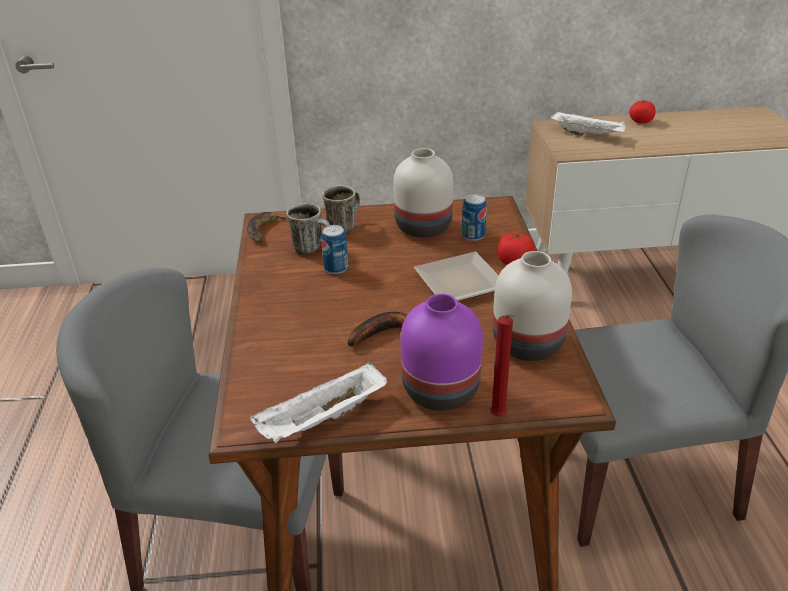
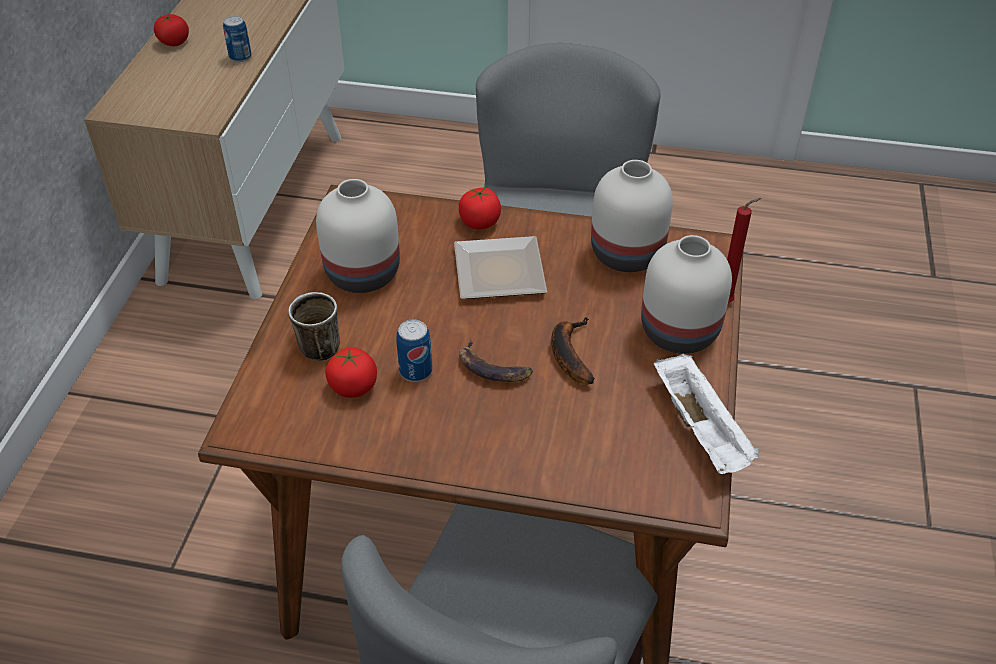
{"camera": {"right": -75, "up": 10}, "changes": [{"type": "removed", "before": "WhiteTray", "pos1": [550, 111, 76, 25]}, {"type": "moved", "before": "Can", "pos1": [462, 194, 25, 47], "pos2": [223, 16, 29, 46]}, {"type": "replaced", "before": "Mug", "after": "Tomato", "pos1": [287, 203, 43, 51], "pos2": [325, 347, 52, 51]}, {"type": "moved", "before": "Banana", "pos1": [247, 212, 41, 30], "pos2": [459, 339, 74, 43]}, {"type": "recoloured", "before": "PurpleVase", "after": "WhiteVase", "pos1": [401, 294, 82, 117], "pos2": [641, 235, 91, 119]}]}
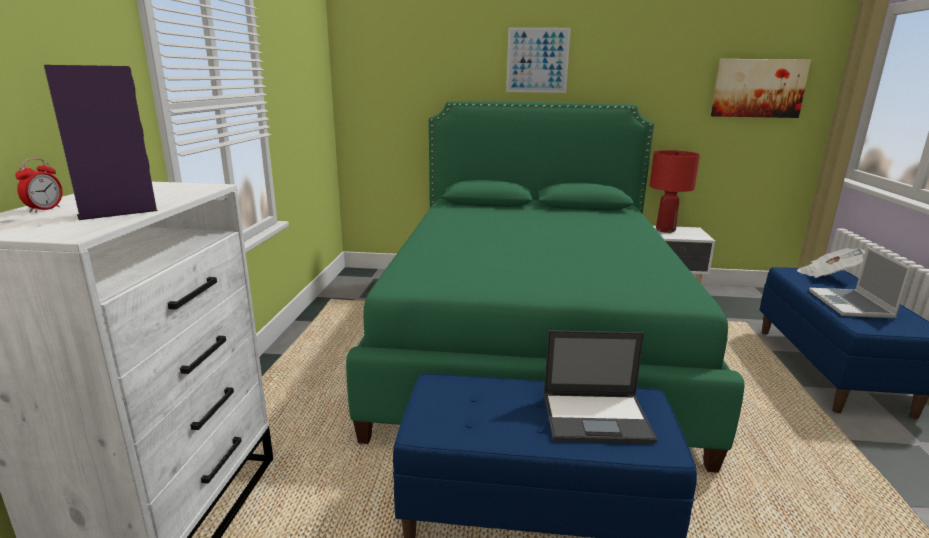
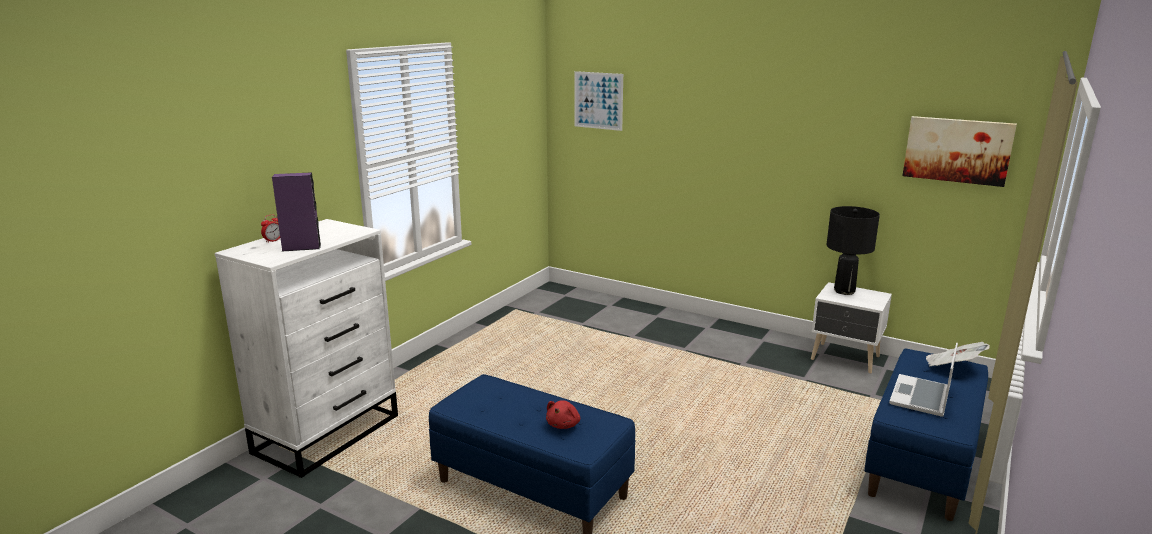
{"camera": {"right": 25, "up": 0}, "changes": [{"type": "moved", "before": "Picture", "pos1": [506, 27, 65, 66], "pos2": [575, 71, 48, 60]}, {"type": "removed", "before": "GreenBed", "pos1": [346, 101, 399, 372]}, {"type": "recoloured", "before": "RedTableLamp", "after": "BlackTableLamp", "pos1": [650, 150, 50, 83], "pos2": [826, 206, 54, 89]}, {"type": "replaced", "before": "Laptop", "after": "RedPlushToy", "pos1": [544, 330, 113, 114], "pos2": [546, 400, 34, 29]}]}
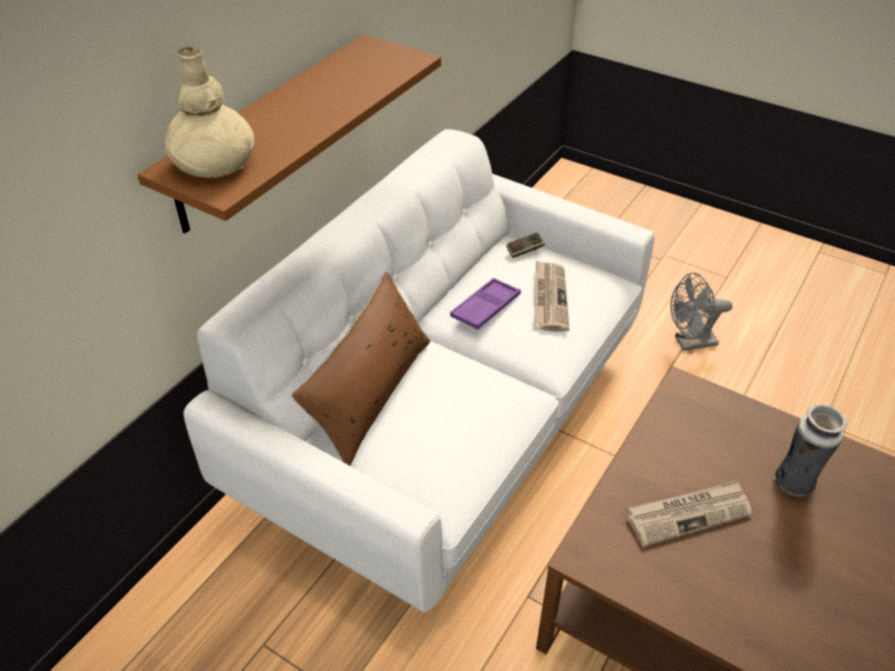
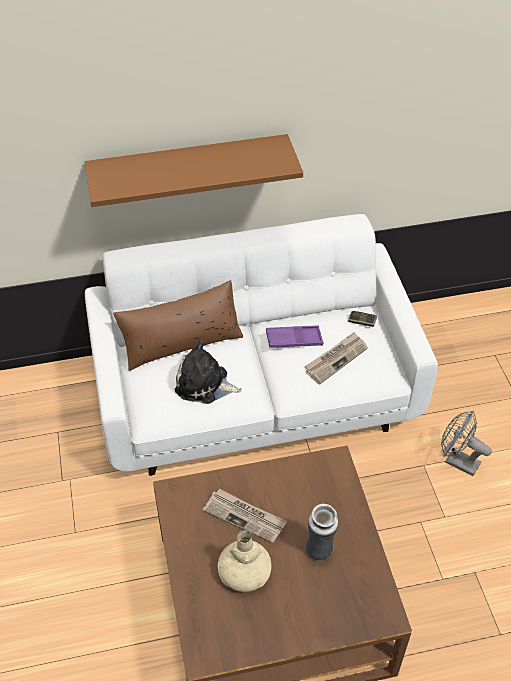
{"camera": {"right": 45, "up": 5}, "changes": [{"type": "moved", "before": "BeigeVase", "pos1": [164, 46, 90, 132], "pos2": [218, 530, 53, 62]}, {"type": "added", "after": "PlushToy", "pos2": [175, 340, 67, 64]}]}
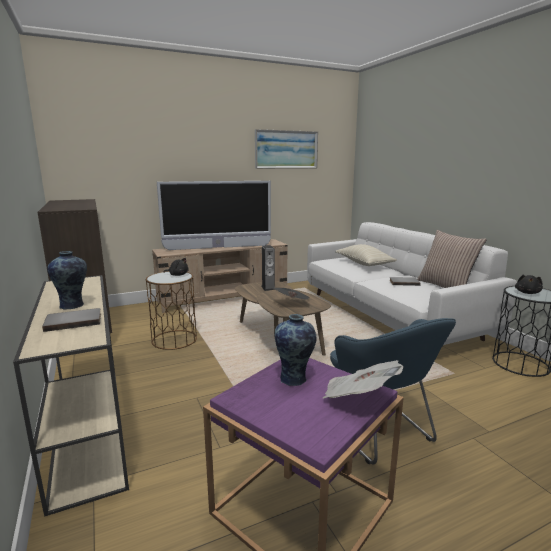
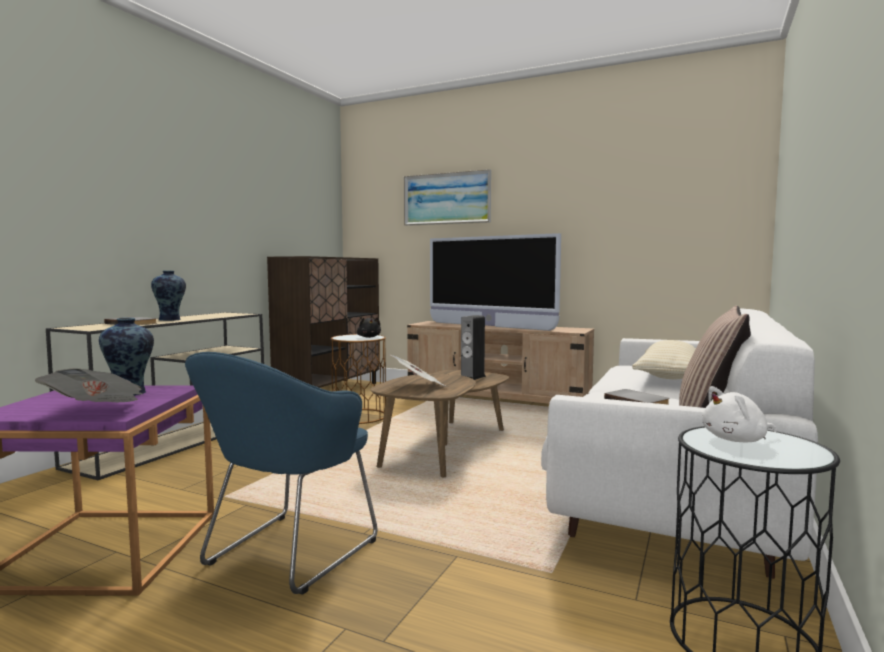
{"camera": {"right": 50, "up": -10}, "changes": [{"type": "moved", "before": "Picture", "pos1": [255, 129, 63, 40], "pos2": [404, 169, 87, 57]}, {"type": "recoloured", "before": "BlackPlushToy", "after": "WhitePlushToy", "pos1": [515, 274, 28, 20], "pos2": [702, 386, 75, 57]}]}
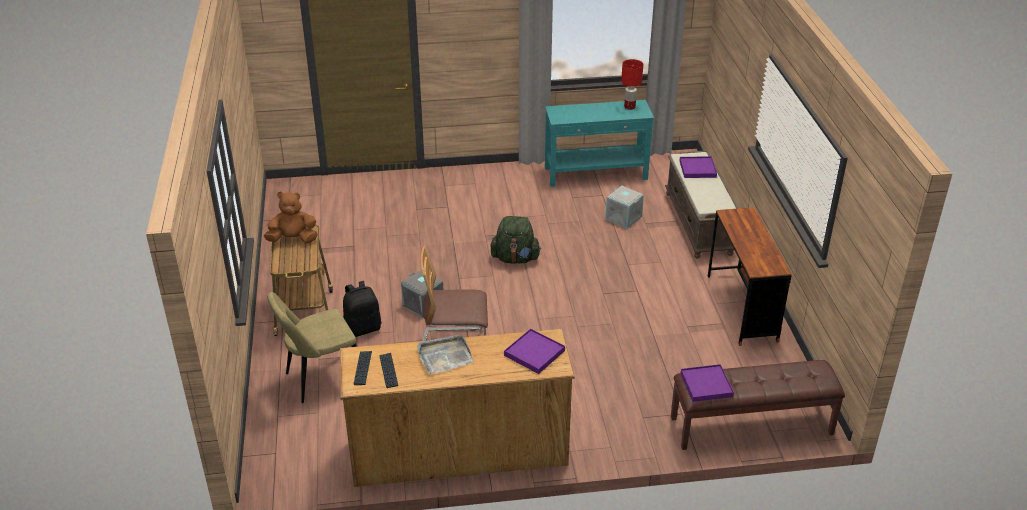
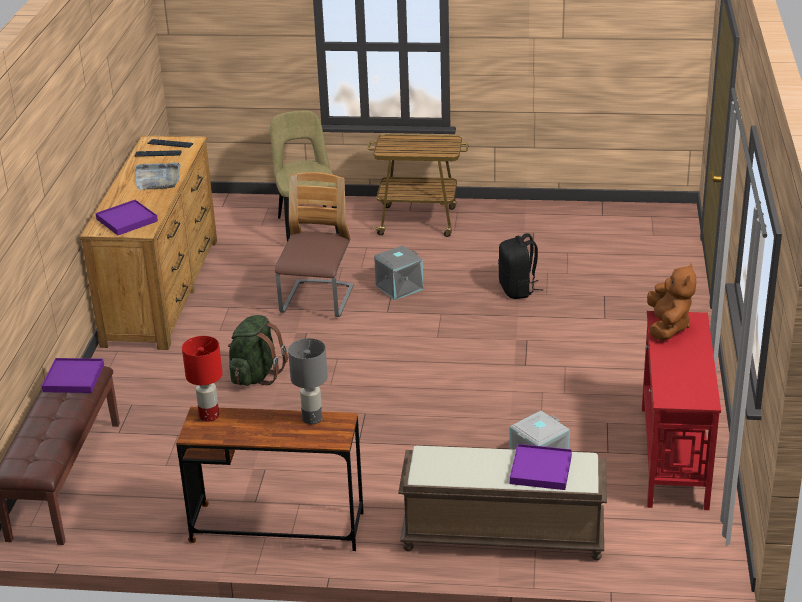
{"camera": {"right": 105, "up": -5}, "changes": [{"type": "moved", "before": "RedTableLamp", "pos1": [621, 59, 22, 51], "pos2": [182, 336, 41, 86]}, {"type": "recoloured", "before": "TurquoiseConsoleTable", "after": "RedConsoleTable", "pos1": [545, 100, 109, 87], "pos2": [642, 311, 79, 199]}, {"type": "moved", "before": "BrownPlushToy", "pos1": [264, 191, 54, 53], "pos2": [647, 263, 49, 78]}, {"type": "moved", "before": "GreenBackpack", "pos1": [490, 216, 51, 48], "pos2": [228, 315, 60, 71]}, {"type": "moved", "before": "BlackBackpack", "pos1": [343, 281, 38, 56], "pos2": [498, 233, 45, 66]}, {"type": "added", "after": "GreyTableLamp", "pos2": [288, 338, 40, 87]}]}
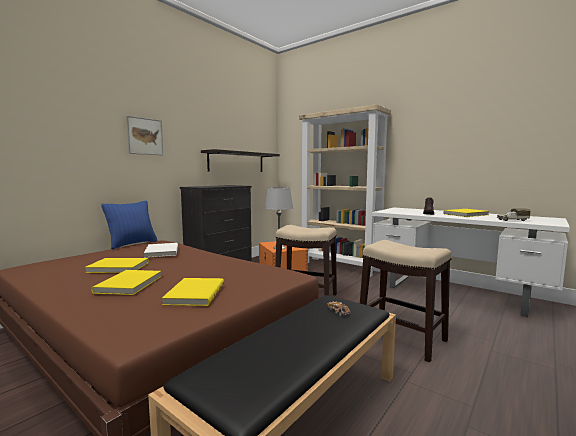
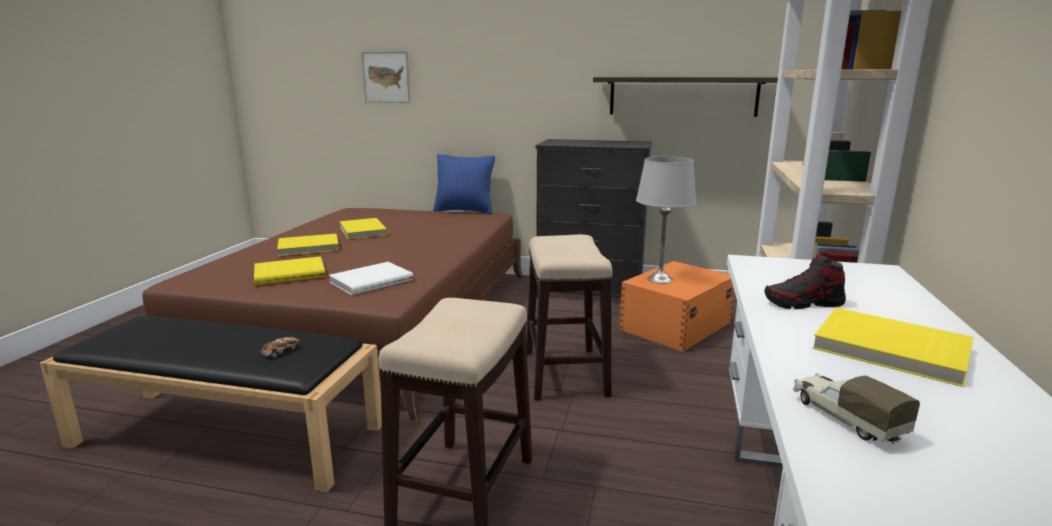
{"camera": {"right": 65, "up": 10}, "changes": [{"type": "moved", "before": "Picture", "pos1": [126, 116, 37, 39], "pos2": [361, 51, 50, 52]}, {"type": "moved", "before": "WhiteBook", "pos1": [144, 243, 34, 15], "pos2": [329, 262, 84, 33]}]}
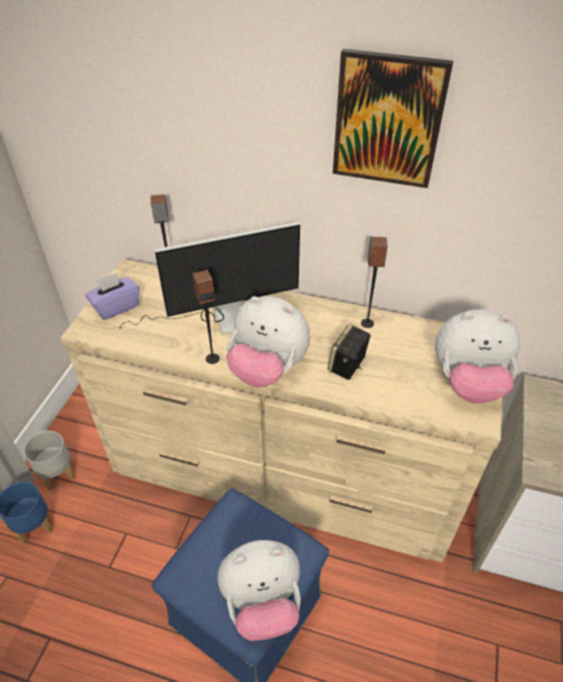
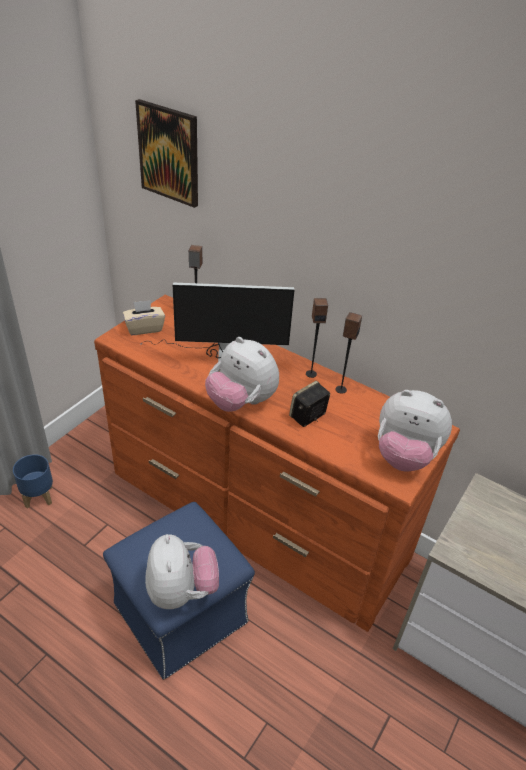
{"camera": {"right": 15, "up": -5}, "changes": [{"type": "moved", "before": "Picture", "pos1": [333, 49, 120, 139], "pos2": [135, 99, 63, 109]}, {"type": "recoloured", "before": "BeigeDresser", "after": "OrangeDresser", "pos1": [61, 259, 442, 303], "pos2": [94, 294, 366, 338]}, {"type": "moved", "before": "Speaker", "pos1": [192, 269, 28, 95], "pos2": [306, 298, 22, 80]}, {"type": "recoloured", "before": "PurpleTissueBox", "after": "BeigeTissueBox", "pos1": [85, 273, 54, 47], "pos2": [123, 300, 42, 35]}, {"type": "removed", "before": "GreyPlanter", "pos1": [24, 431, 52, 60]}, {"type": "turned", "before": "PlushToy", "pos1": [218, 540, 83, 101], "pos2": [145, 534, 74, 75], "turn": -105}]}
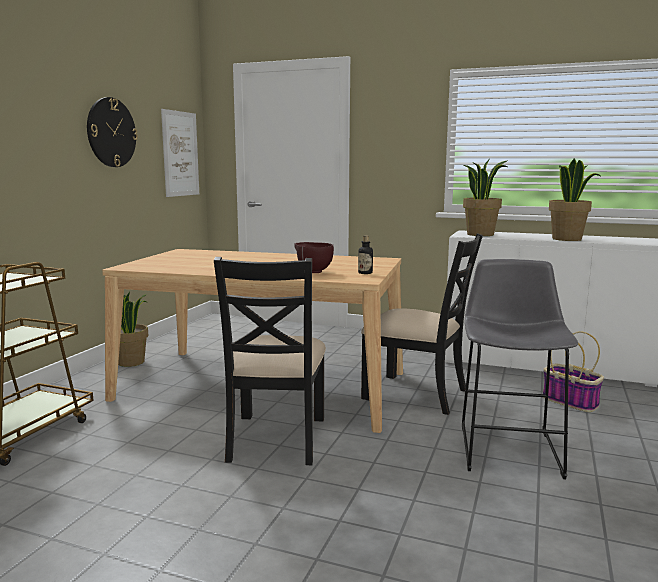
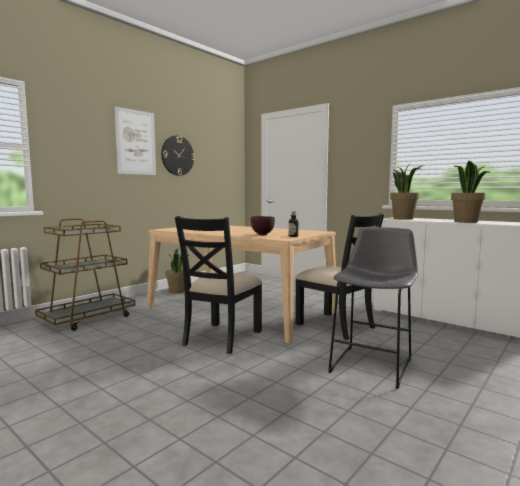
{"camera": {"right": 20, "up": -5}, "changes": [{"type": "moved", "before": "Picture", "pos1": [161, 109, 38, 88], "pos2": [115, 106, 41, 69]}, {"type": "removed", "before": "Basket", "pos1": [543, 331, 61, 81]}]}
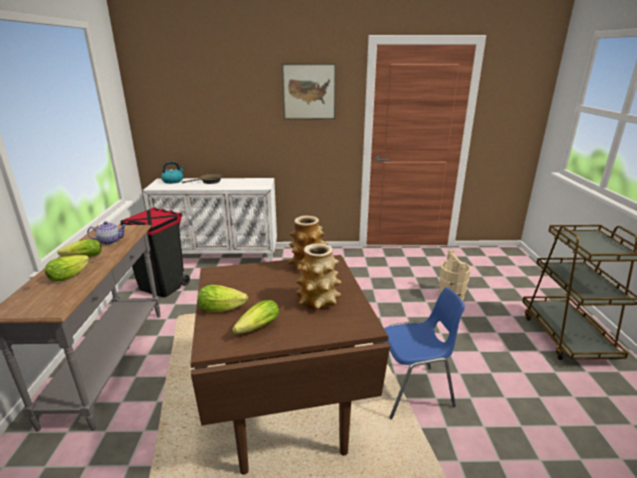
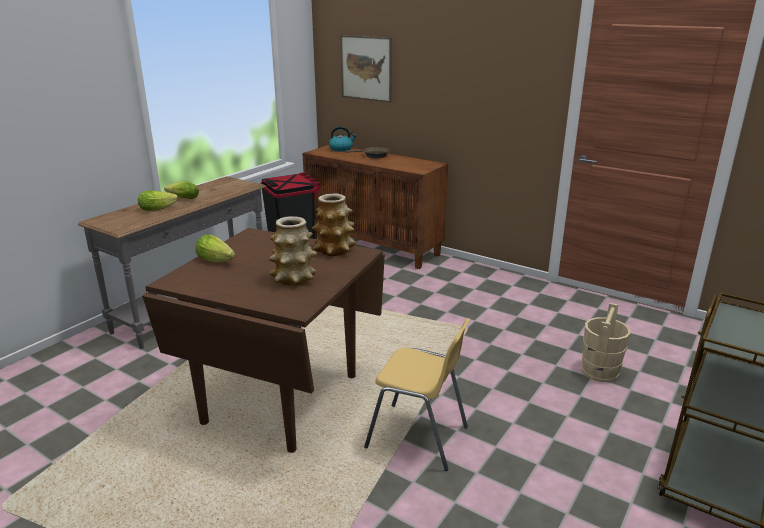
{"camera": {"right": 35, "up": 0}, "changes": [{"type": "moved", "before": "Picture", "pos1": [282, 63, 54, 57], "pos2": [340, 35, 52, 68]}, {"type": "recoloured", "before": "WhiteCabinet", "after": "BrownCabinet", "pos1": [143, 178, 134, 84], "pos2": [302, 145, 146, 124]}, {"type": "removed", "before": "Teapot", "pos1": [87, 221, 39, 24]}, {"type": "recoloured", "before": "BlueChair", "after": "YellowChair", "pos1": [384, 288, 81, 131], "pos2": [364, 318, 107, 153]}, {"type": "removed", "before": "Lettuce", "pos1": [232, 300, 47, 34]}]}
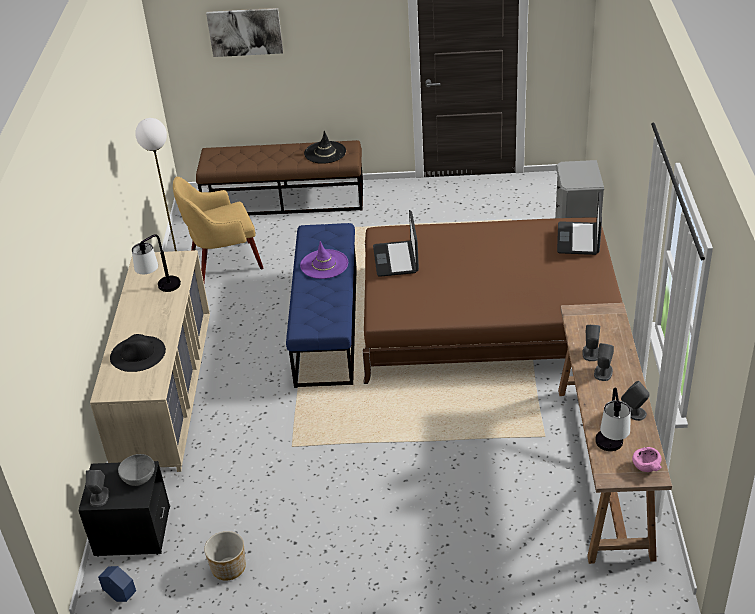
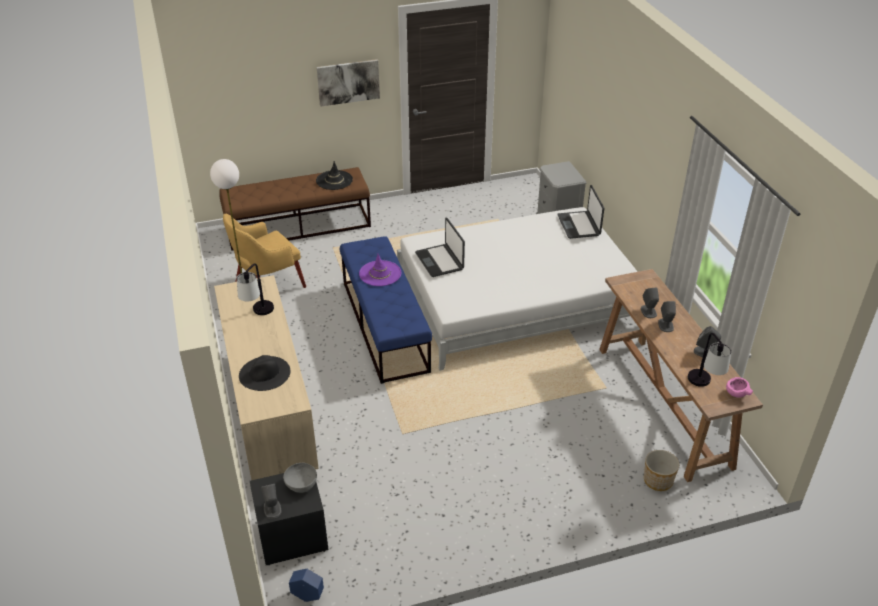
{"camera": {"right": -20, "up": 0}, "changes": [{"type": "moved", "before": "Picture", "pos1": [206, 8, 77, 49], "pos2": [317, 59, 63, 47]}, {"type": "recoloured", "before": "BrownBed", "after": "WhiteBed", "pos1": [363, 217, 260, 167], "pos2": [397, 207, 241, 163]}, {"type": "moved", "before": "Planter", "pos1": [204, 531, 42, 50], "pos2": [644, 450, 35, 41]}]}
